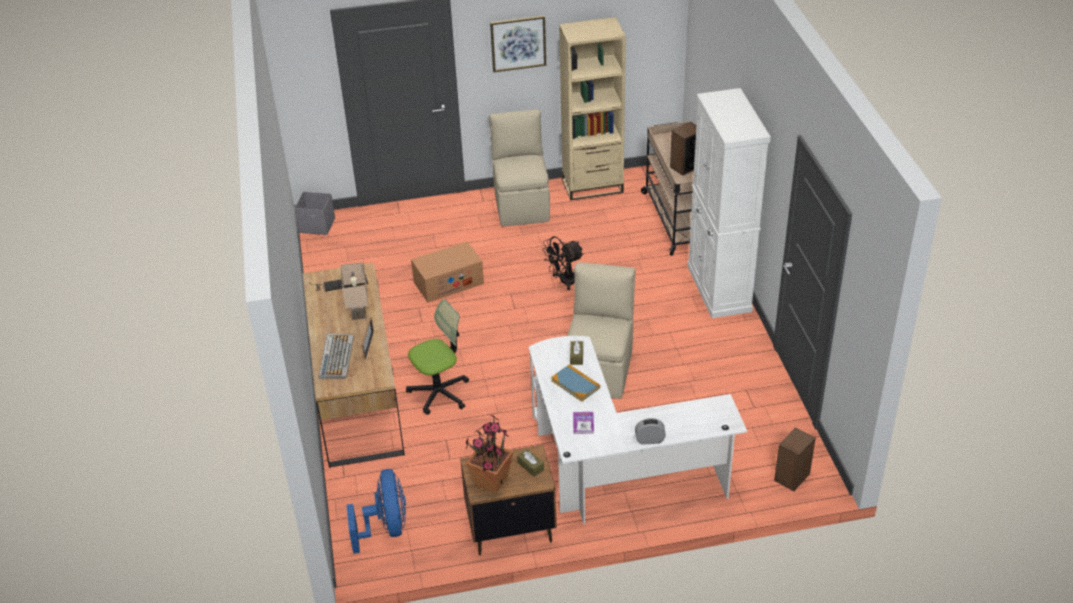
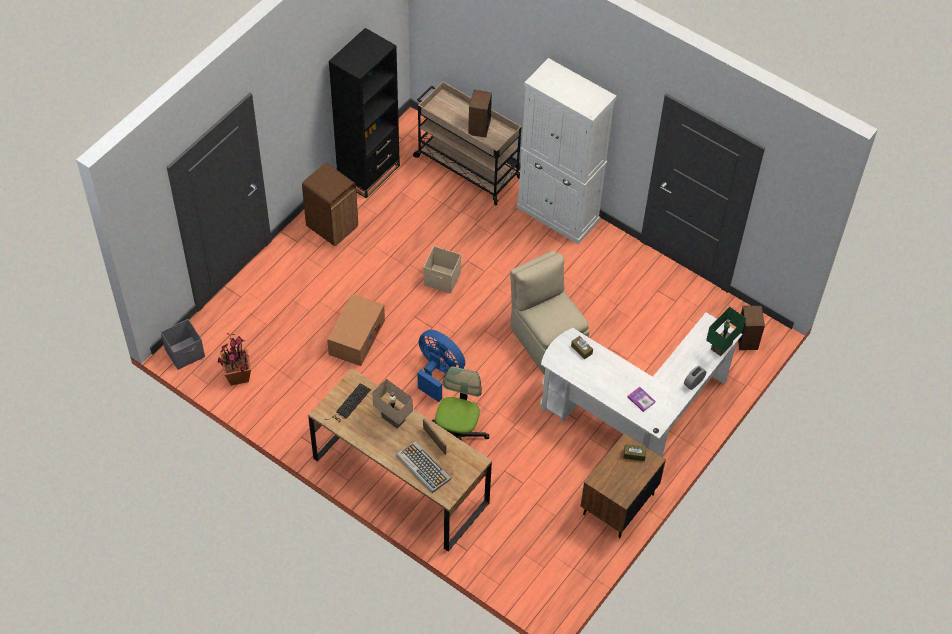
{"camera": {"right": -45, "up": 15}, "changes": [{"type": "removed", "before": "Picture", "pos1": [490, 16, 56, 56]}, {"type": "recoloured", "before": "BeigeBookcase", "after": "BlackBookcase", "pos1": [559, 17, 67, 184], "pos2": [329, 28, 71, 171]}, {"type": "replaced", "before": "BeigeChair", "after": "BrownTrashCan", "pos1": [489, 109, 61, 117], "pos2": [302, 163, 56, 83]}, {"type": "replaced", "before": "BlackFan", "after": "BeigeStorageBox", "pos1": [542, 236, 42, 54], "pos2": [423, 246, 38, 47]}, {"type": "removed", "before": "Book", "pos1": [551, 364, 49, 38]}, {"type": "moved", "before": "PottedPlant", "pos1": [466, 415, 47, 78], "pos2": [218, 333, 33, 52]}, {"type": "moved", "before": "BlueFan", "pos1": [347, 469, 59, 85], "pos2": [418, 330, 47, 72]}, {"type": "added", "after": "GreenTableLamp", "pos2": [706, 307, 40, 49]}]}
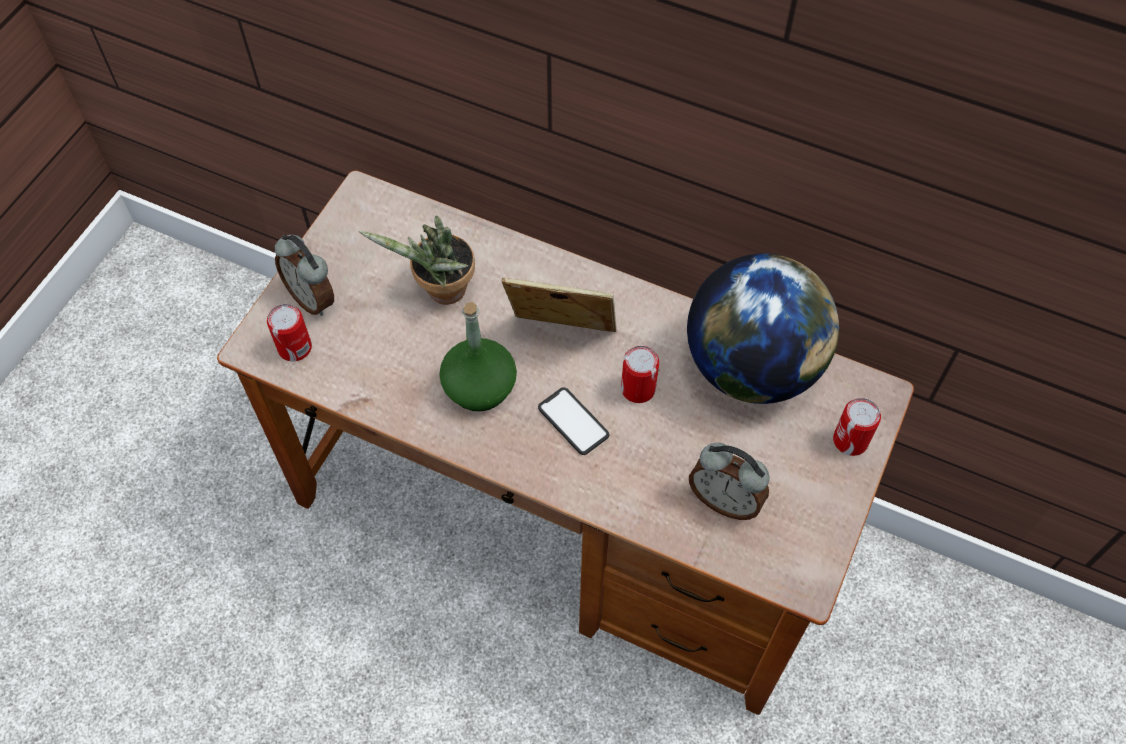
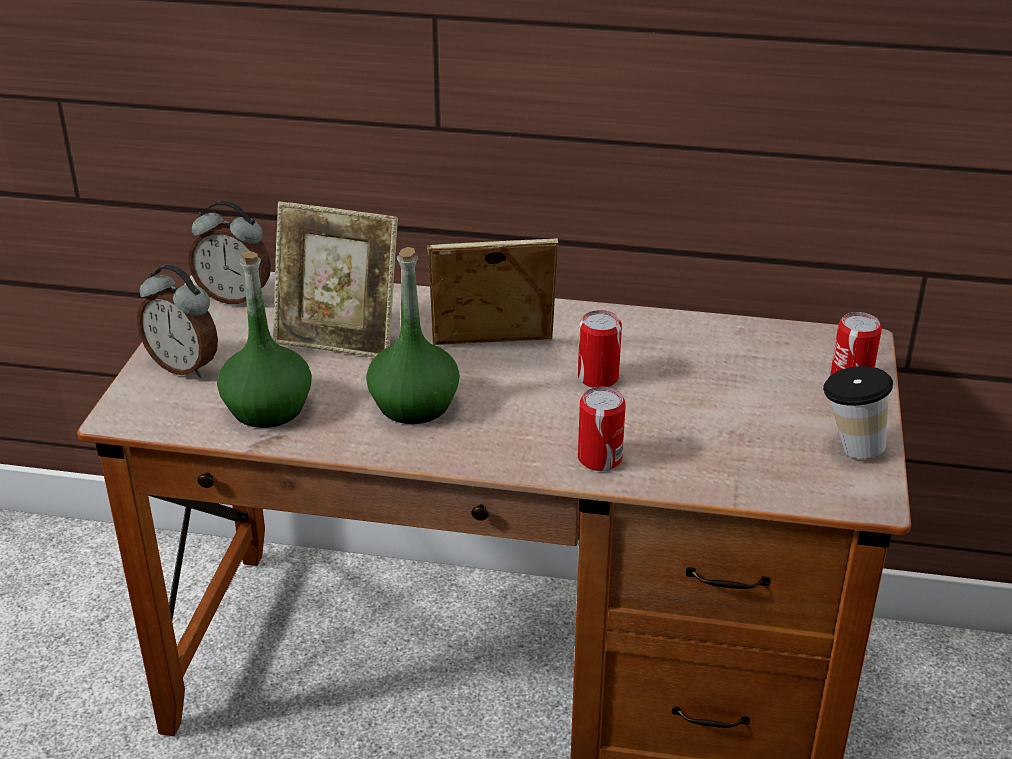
{"camera": {"right": -15, "up": -25}, "changes": [{"type": "replaced", "before": "PottedPlant", "after": "PictureFrame", "pos1": [359, 216, 116, 89], "pos2": [273, 201, 125, 156]}, {"type": "removed", "before": "Globe", "pos1": [687, 253, 152, 151]}, {"type": "moved", "before": "Can", "pos1": [267, 304, 45, 58], "pos2": [578, 386, 48, 85]}, {"type": "removed", "before": "Phone", "pos1": [538, 387, 71, 68]}, {"type": "moved", "before": "AlarmClock", "pos1": [689, 442, 80, 78], "pos2": [188, 201, 83, 103]}, {"type": "added", "after": "GreenBottle", "pos2": [217, 251, 95, 177]}, {"type": "added", "after": "Cup", "pos2": [823, 366, 70, 93]}]}
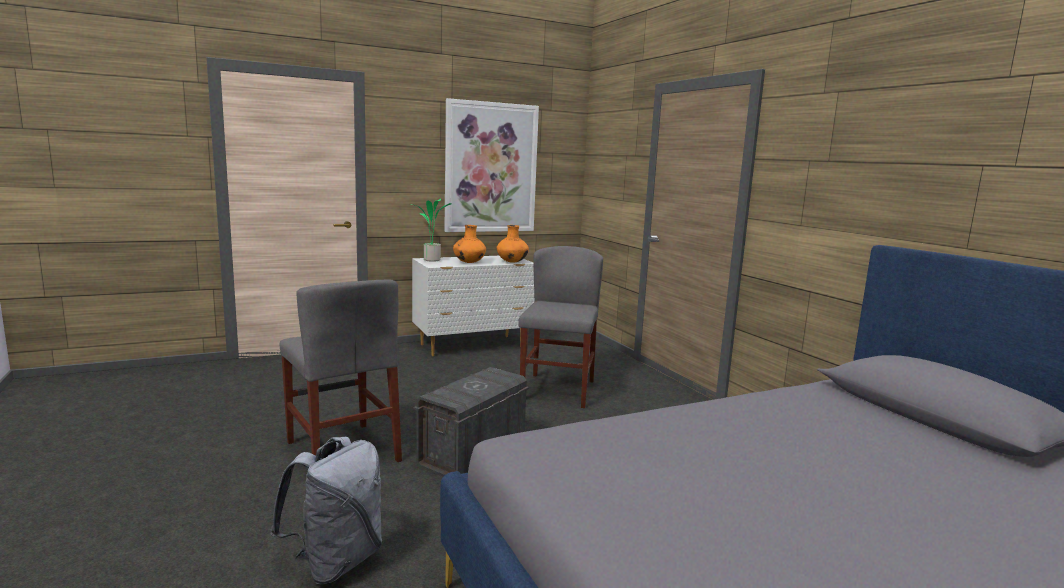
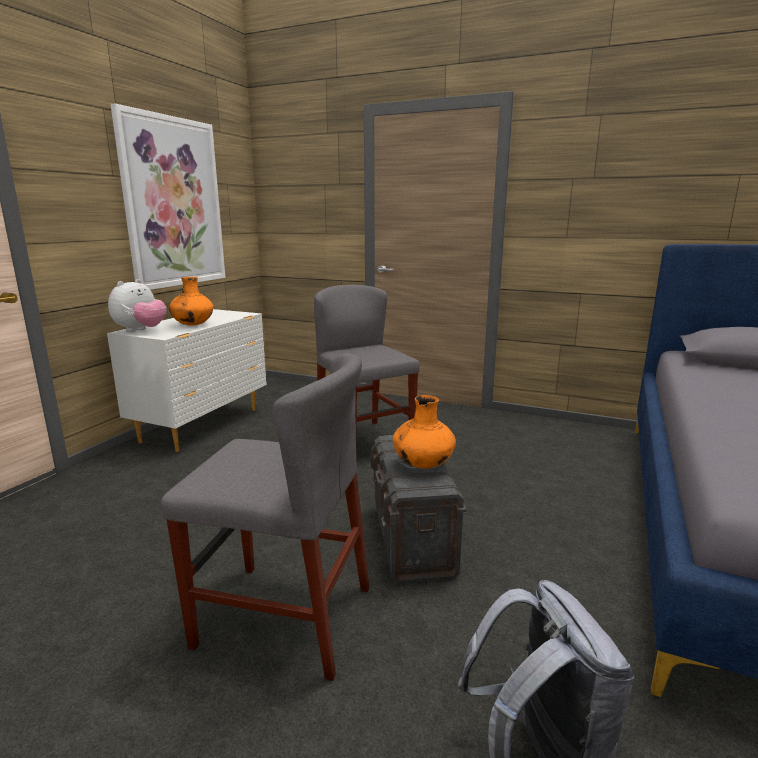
{"camera": {"right": -40, "up": 5}, "changes": [{"type": "replaced", "before": "PottedPlant", "after": "PlushToy", "pos1": [415, 199, 37, 63], "pos2": [108, 279, 59, 53]}, {"type": "moved", "before": "OrangeVase", "pos1": [497, 225, 32, 38], "pos2": [393, 395, 63, 74]}]}
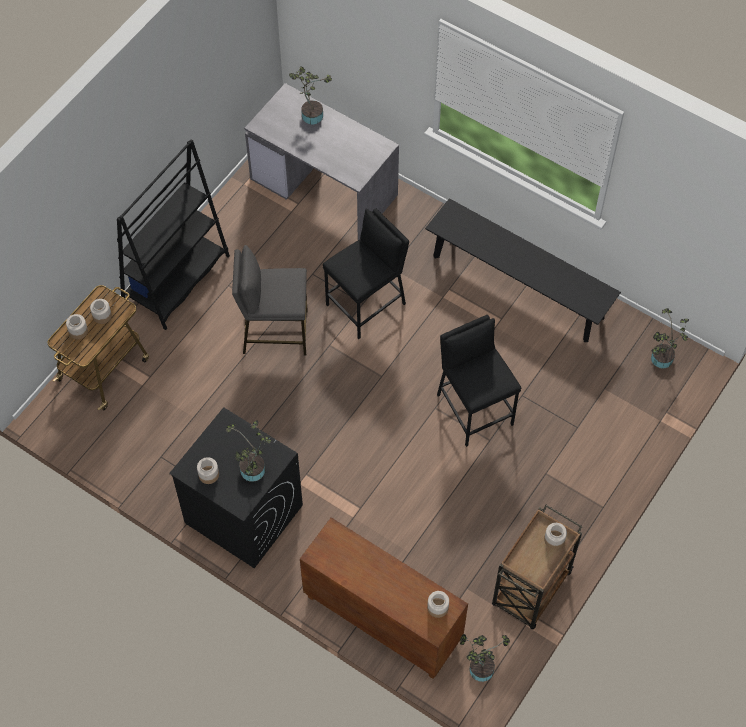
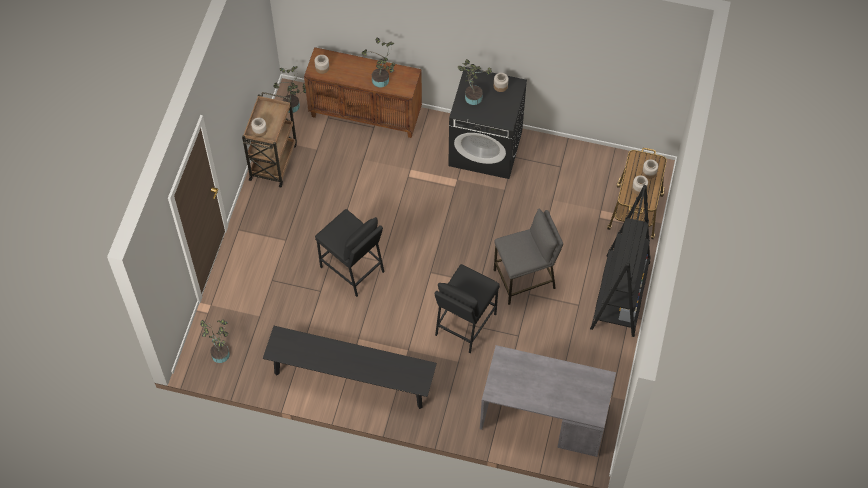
{"camera": {"right": 160, "up": 0}, "changes": [{"type": "moved", "before": "PottedPlant", "pos1": [289, 66, 43, 58], "pos2": [362, 38, 33, 49]}]}
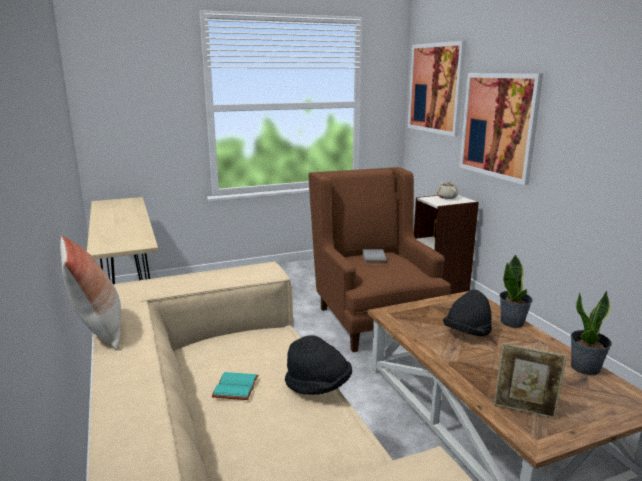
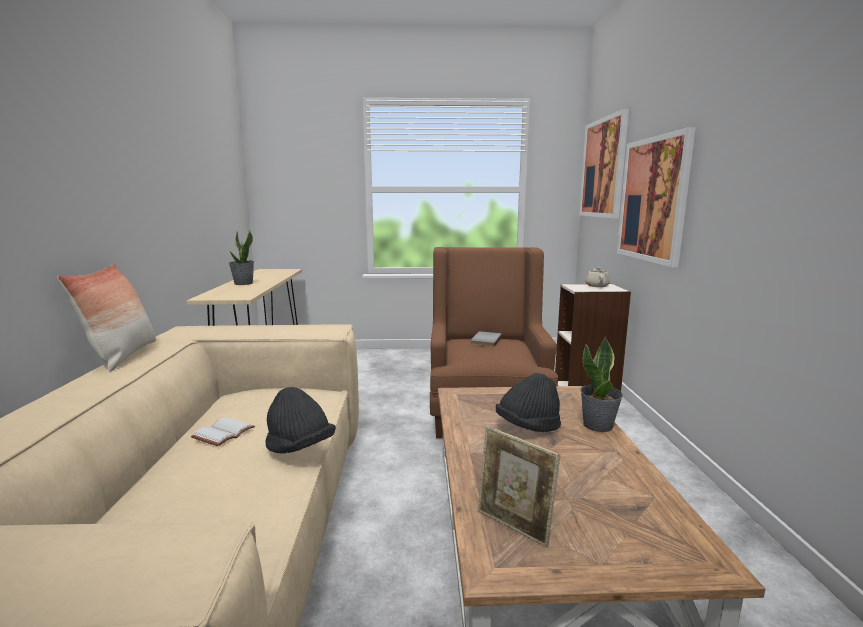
{"camera": {"right": 20, "up": -5}, "changes": [{"type": "moved", "before": "PottedPlant", "pos1": [571, 291, 41, 84], "pos2": [229, 230, 25, 55]}, {"type": "recoloured", "before": "TurquoiseBook", "after": "WhiteBook", "pos1": [212, 372, 47, 28], "pos2": [191, 417, 64, 29]}]}
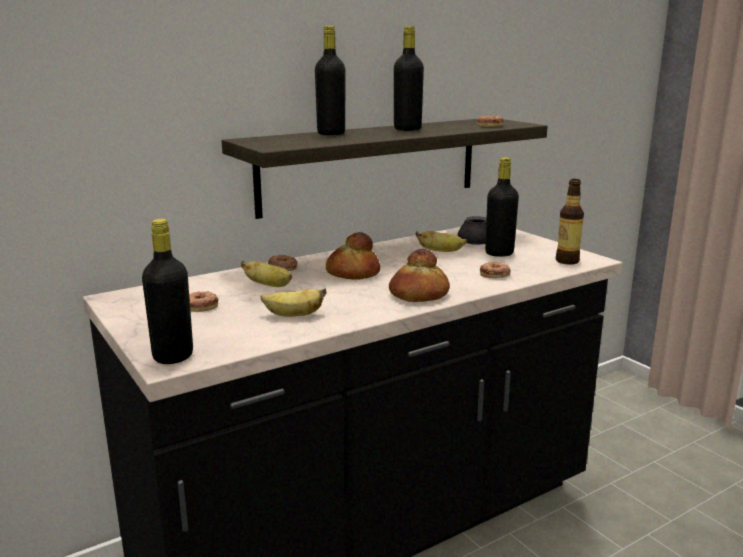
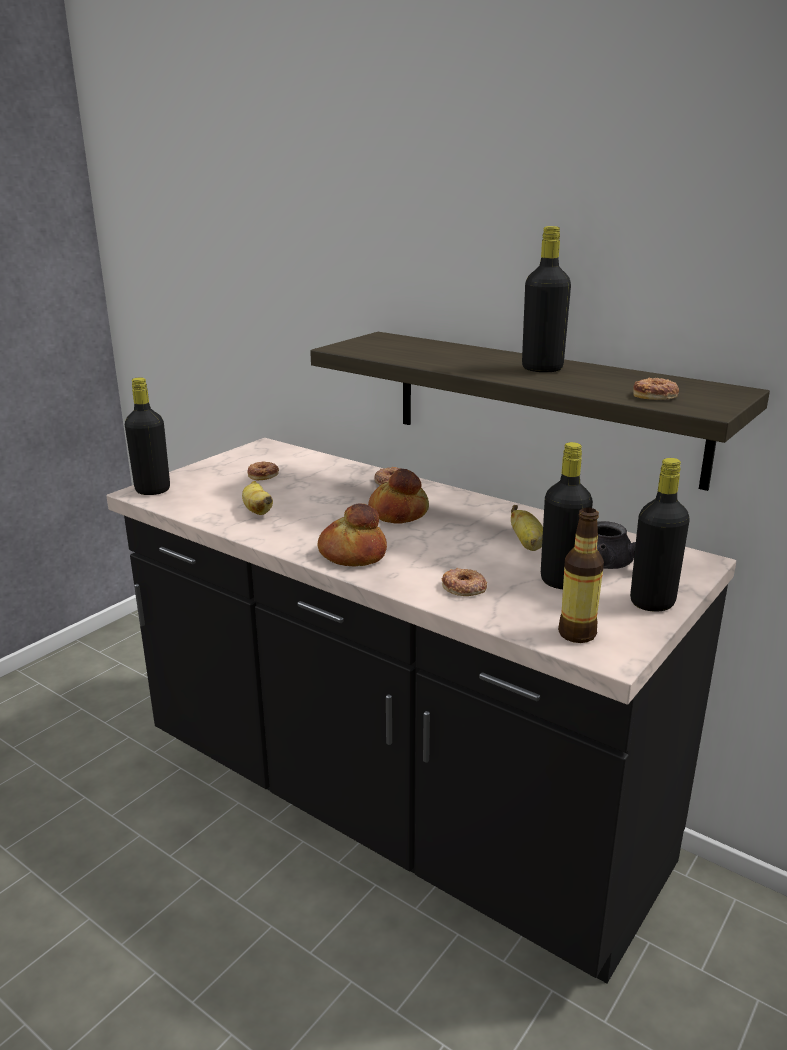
{"camera": {"right": 70, "up": 5}, "changes": [{"type": "moved", "before": "BlackBottle", "pos1": [315, 26, 30, 109], "pos2": [630, 458, 60, 154]}, {"type": "removed", "before": "Banana", "pos1": [241, 260, 51, 27]}]}
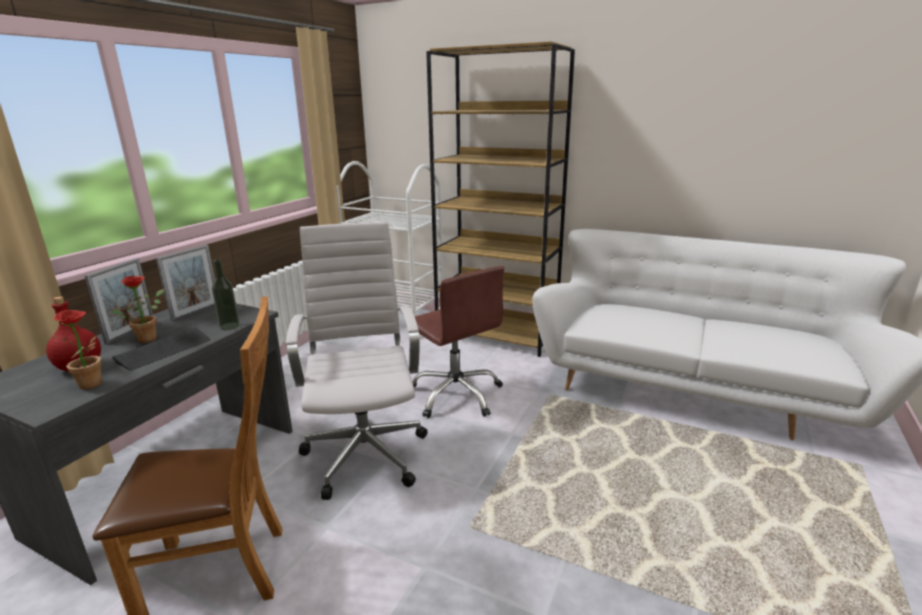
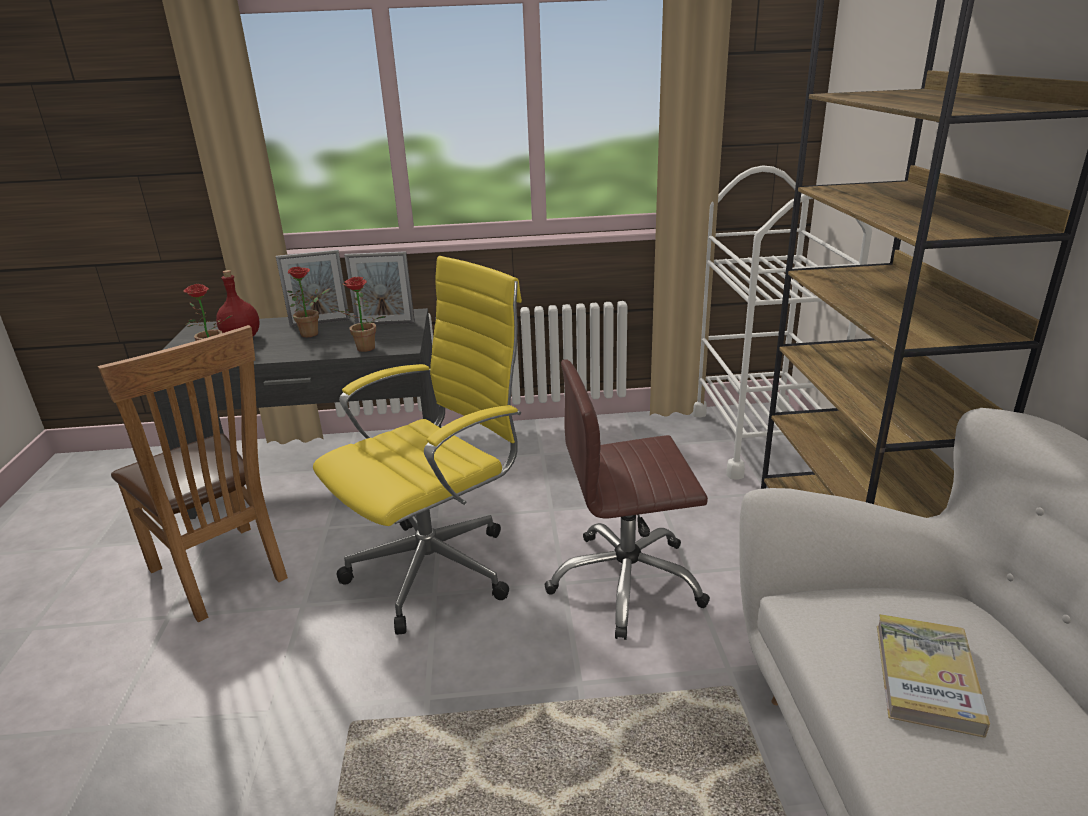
{"camera": {"right": 60, "up": 5}, "changes": [{"type": "recoloured", "before": "WhiteOfficeChair", "after": "YellowOfficeChair", "pos1": [286, 222, 142, 278], "pos2": [313, 256, 209, 379]}, {"type": "replaced", "before": "Bottle", "after": "PottedPlant", "pos1": [212, 260, 28, 70], "pos2": [331, 277, 55, 75]}, {"type": "turned", "before": "BrownOfficeChair", "pos1": [413, 266, 91, 152], "pos2": [544, 359, 166, 281], "turn": 60}, {"type": "removed", "before": "Keyboard", "pos1": [112, 327, 98, 44]}, {"type": "added", "after": "Book", "pos2": [877, 614, 113, 124]}]}
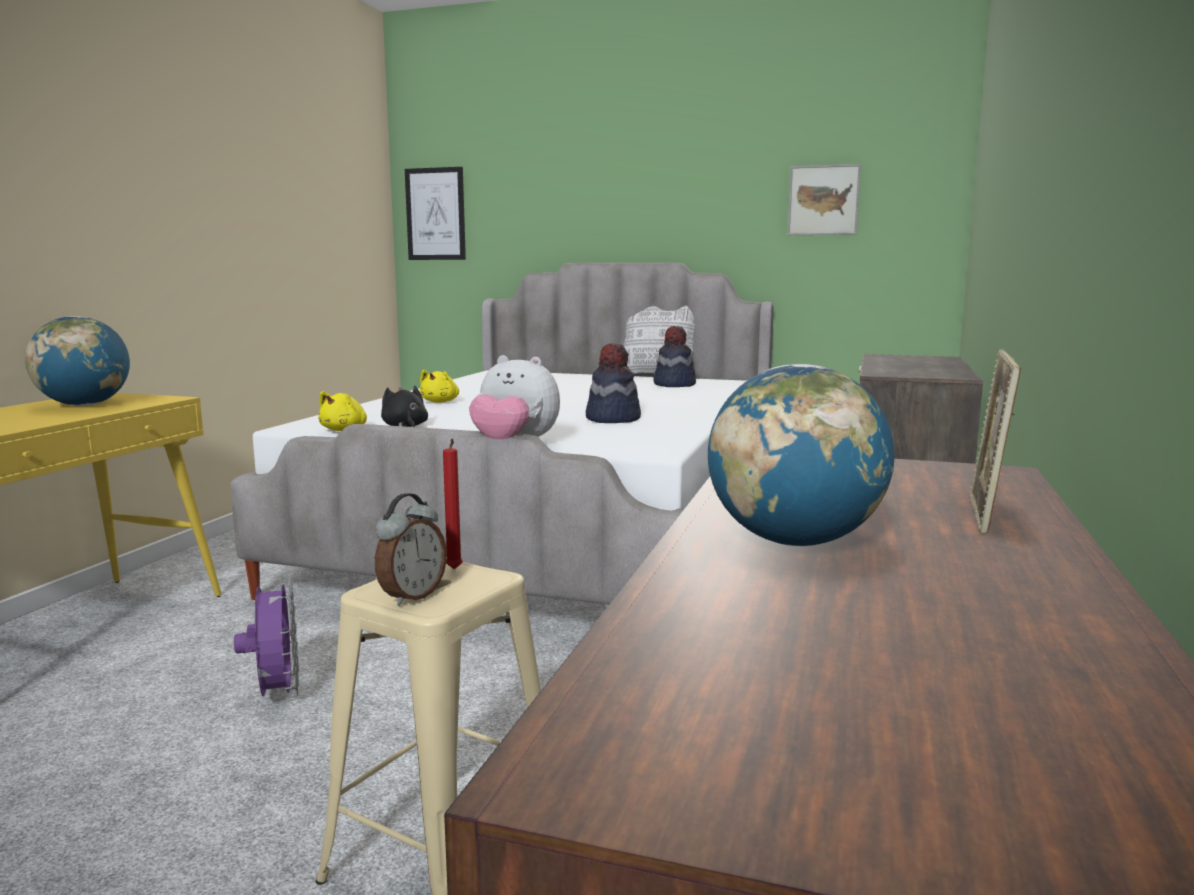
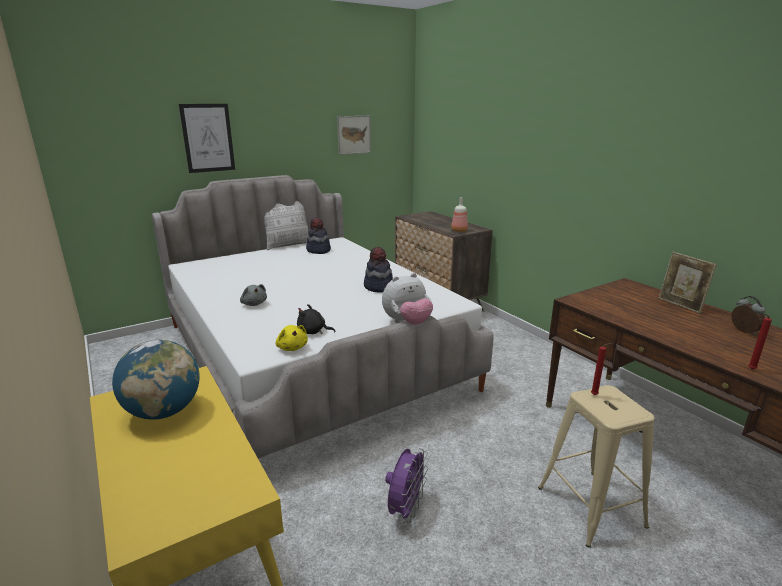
{"camera": {"right": -50, "up": 10}, "changes": [{"type": "moved", "before": "Picture", "pos1": [405, 167, 61, 93], "pos2": [179, 104, 56, 69]}, {"type": "removed", "before": "Globe", "pos1": [708, 364, 186, 182]}, {"type": "recoloured", "before": "YellowPlushToy", "after": "GreyPlushToy", "pos1": [420, 370, 39, 33], "pos2": [240, 284, 27, 22]}, {"type": "moved", "before": "AlarmClock", "pos1": [375, 493, 72, 113], "pos2": [731, 296, 34, 39]}, {"type": "turned", "before": "PurpleFan", "pos1": [234, 576, 65, 125], "pos2": [385, 448, 44, 75], "turn": 90}, {"type": "added", "after": "Bottle", "pos2": [451, 197, 17, 35]}, {"type": "added", "after": "RedCandle", "pos2": [748, 314, 24, 55]}]}
